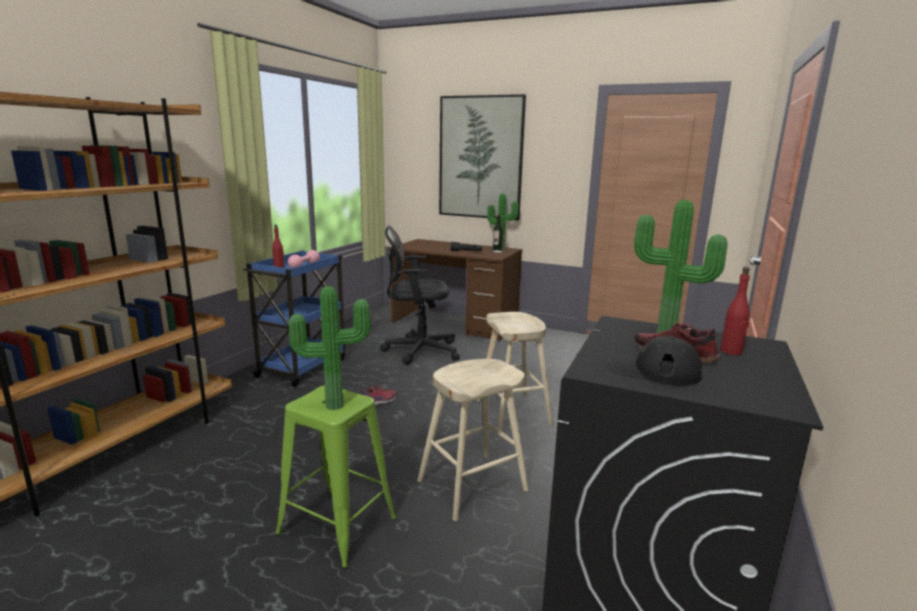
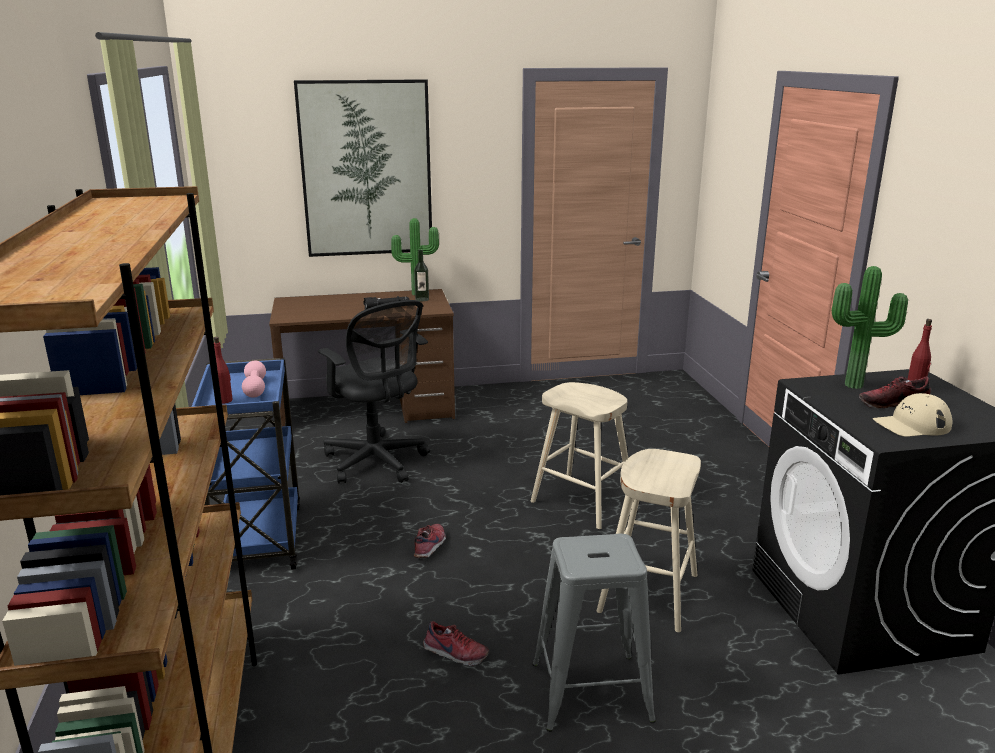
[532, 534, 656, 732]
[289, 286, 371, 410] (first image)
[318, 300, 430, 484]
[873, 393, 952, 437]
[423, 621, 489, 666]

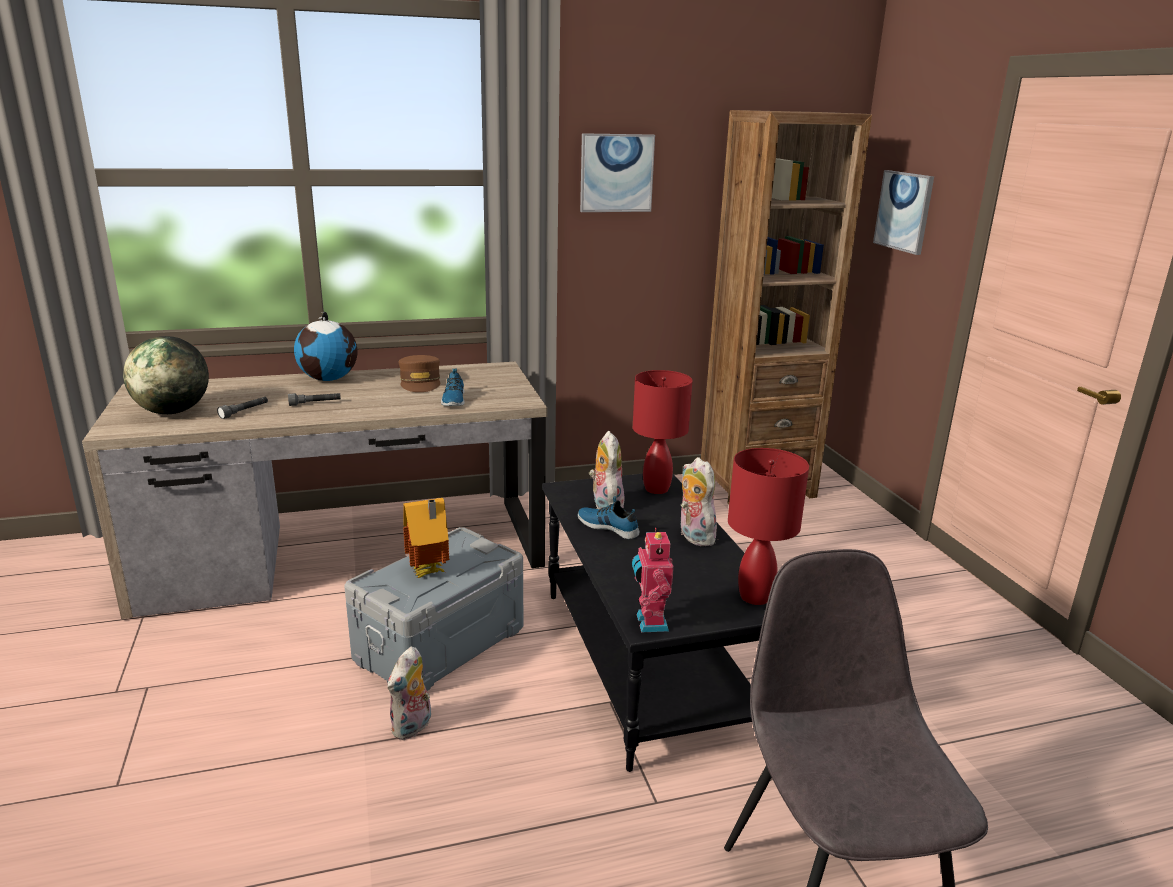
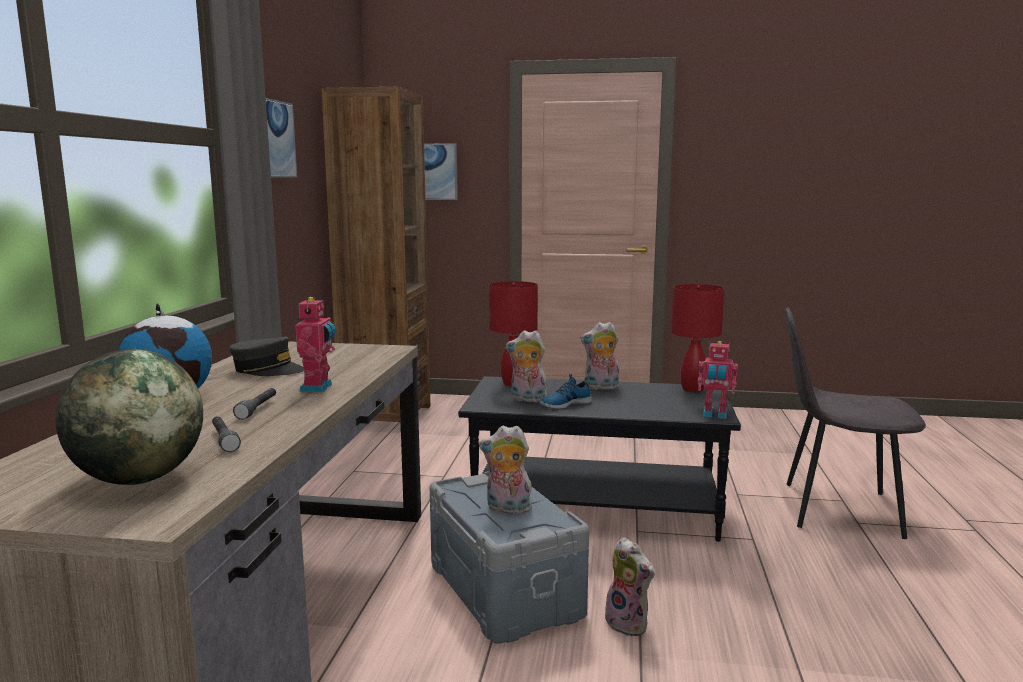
[229, 337, 304, 376]
[479, 425, 536, 514]
[441, 368, 465, 406] (first image)
[295, 297, 336, 392]

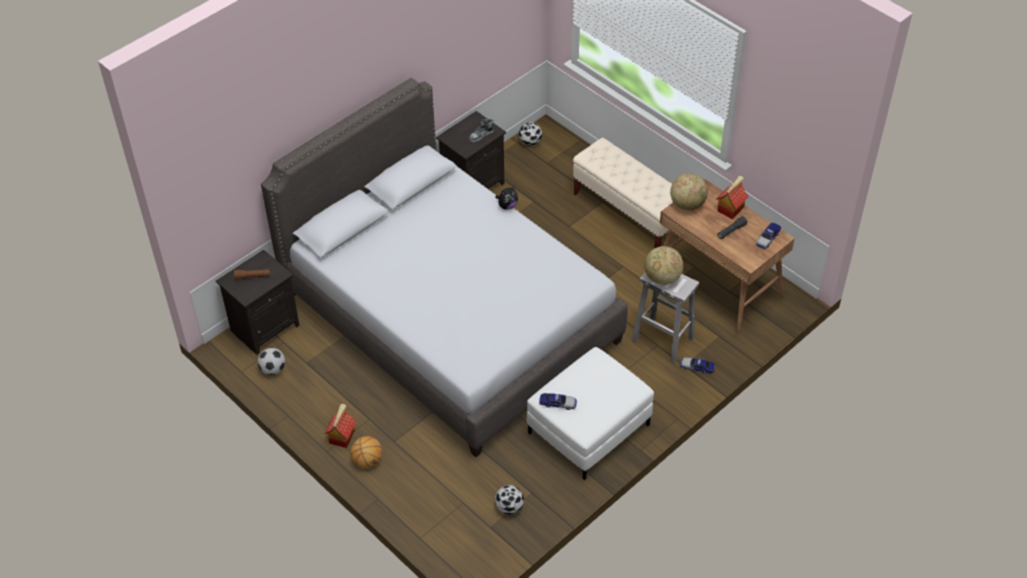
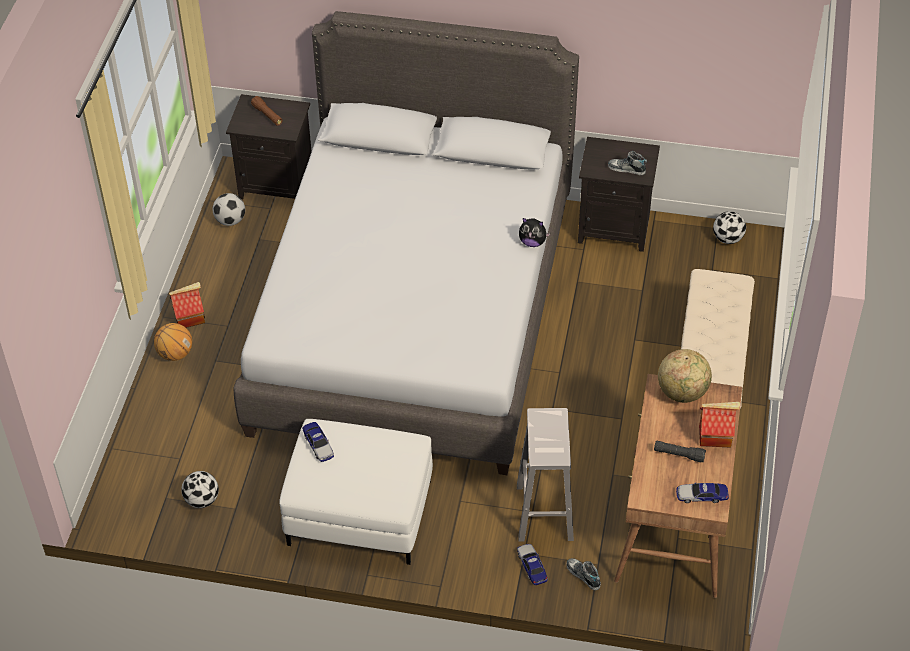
[644, 246, 683, 285] (first image)
[566, 558, 601, 590]

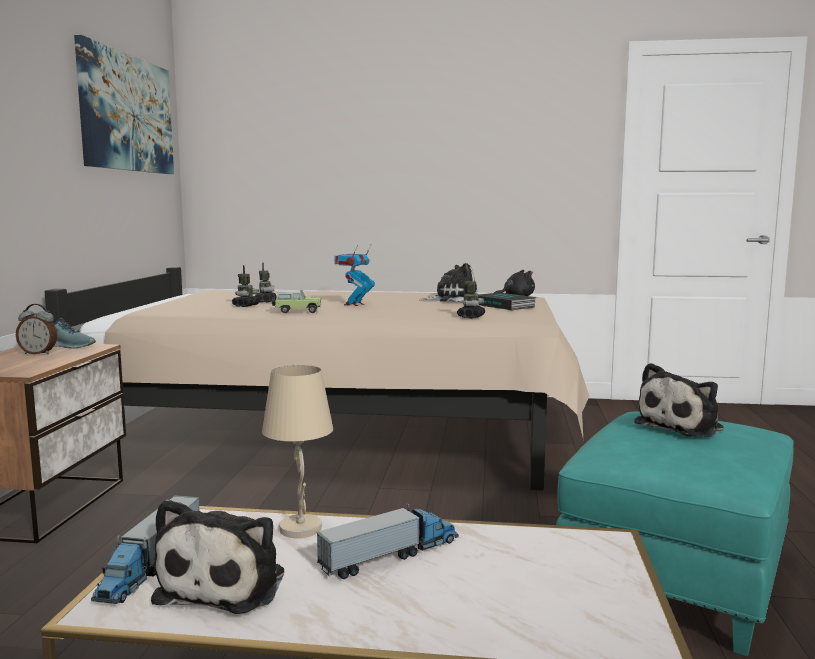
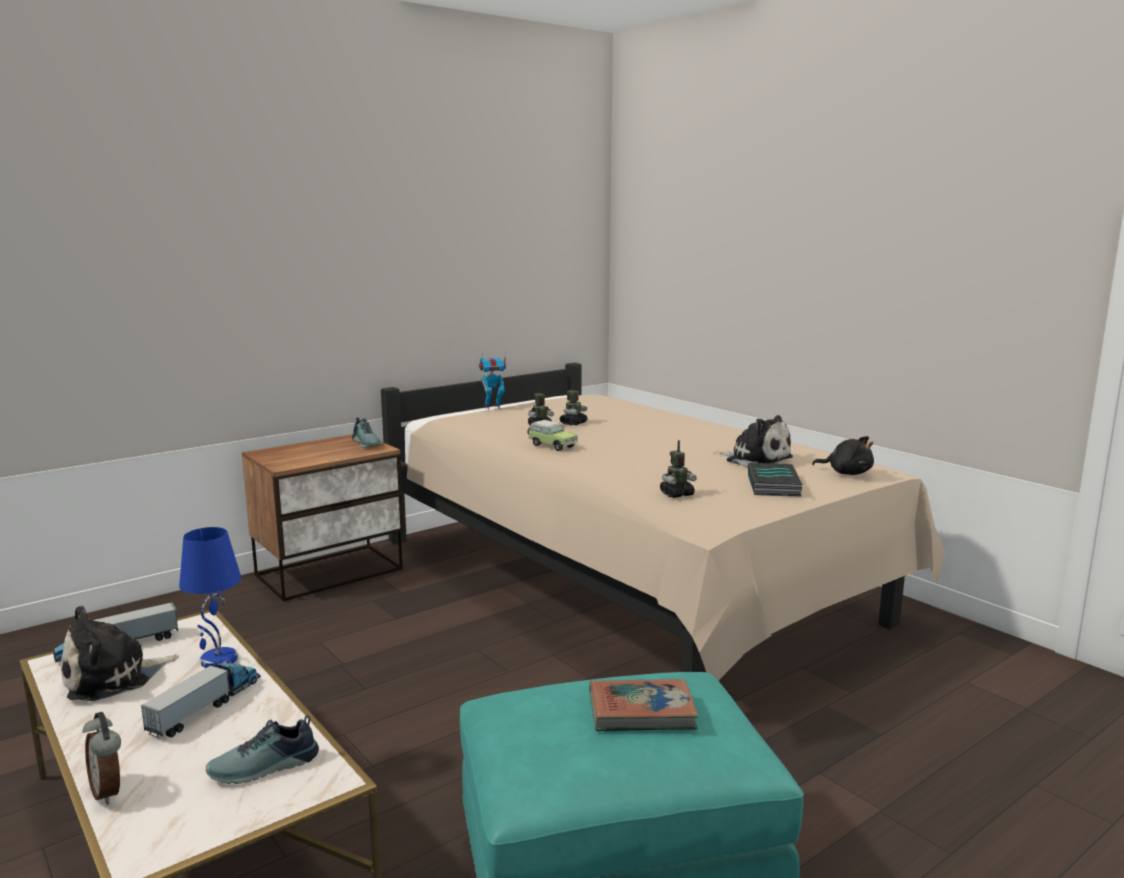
[82, 712, 121, 805]
[74, 35, 174, 174] (first image)
[179, 527, 241, 668]
[140, 661, 261, 738]
[479, 351, 506, 409]
[589, 679, 698, 731]
[206, 715, 319, 784]

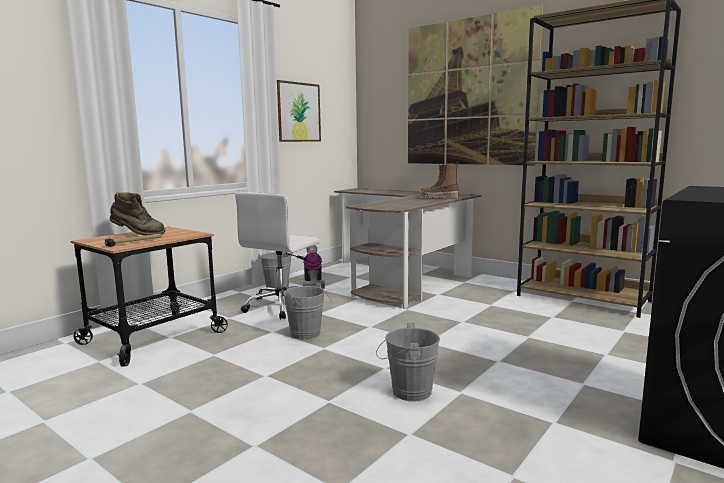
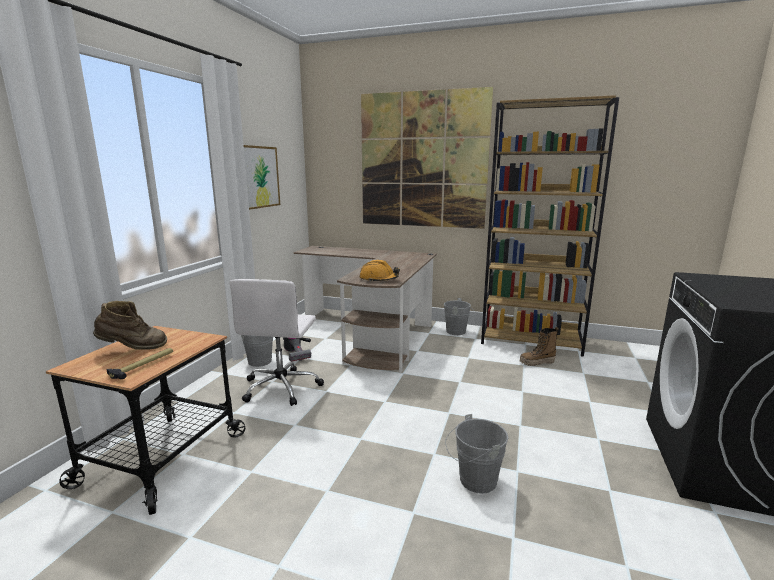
[444, 298, 475, 335]
[520, 327, 559, 366]
[359, 260, 400, 281]

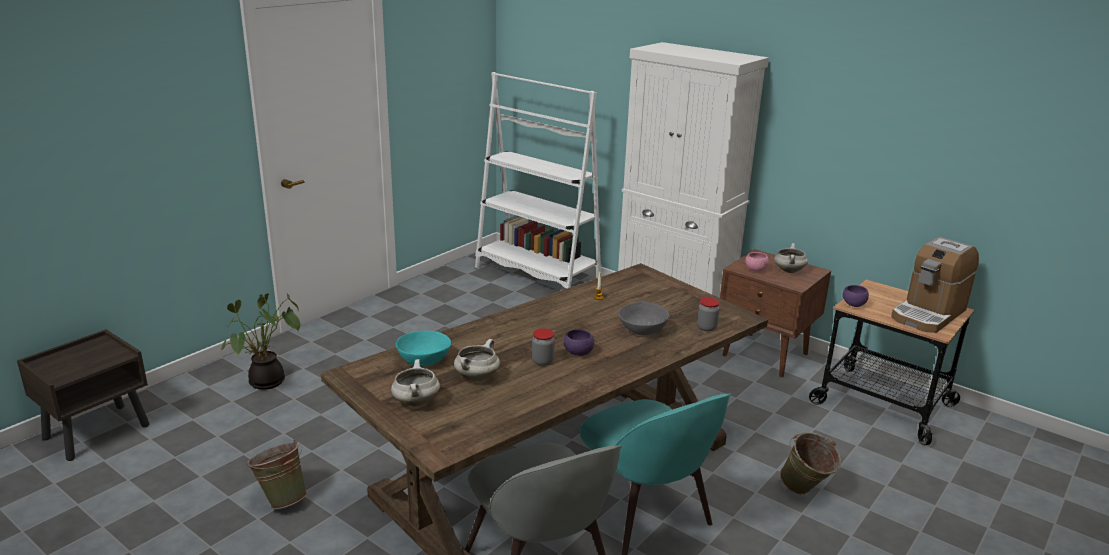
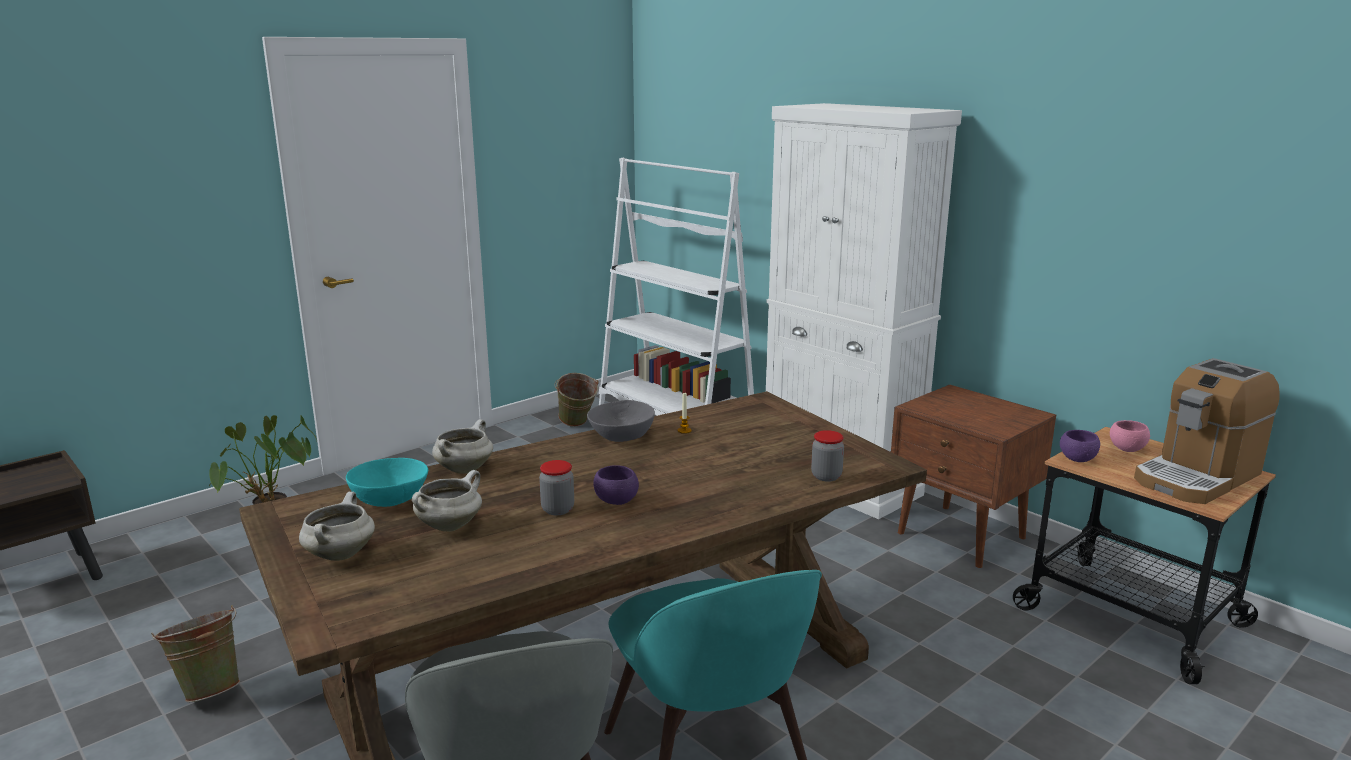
[587, 400, 655, 442]
[1110, 420, 1150, 452]
[432, 419, 493, 474]
[554, 373, 599, 427]

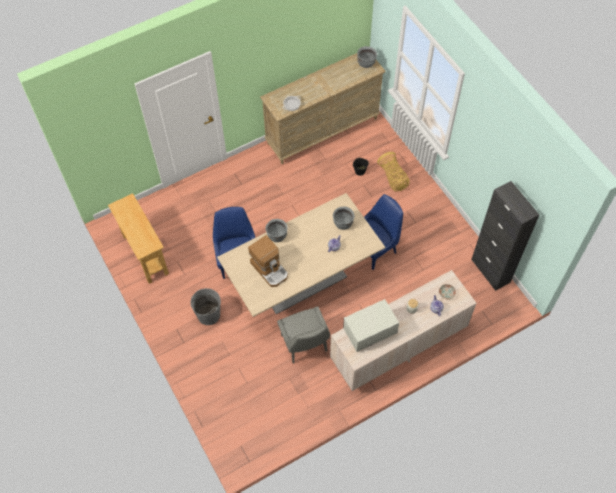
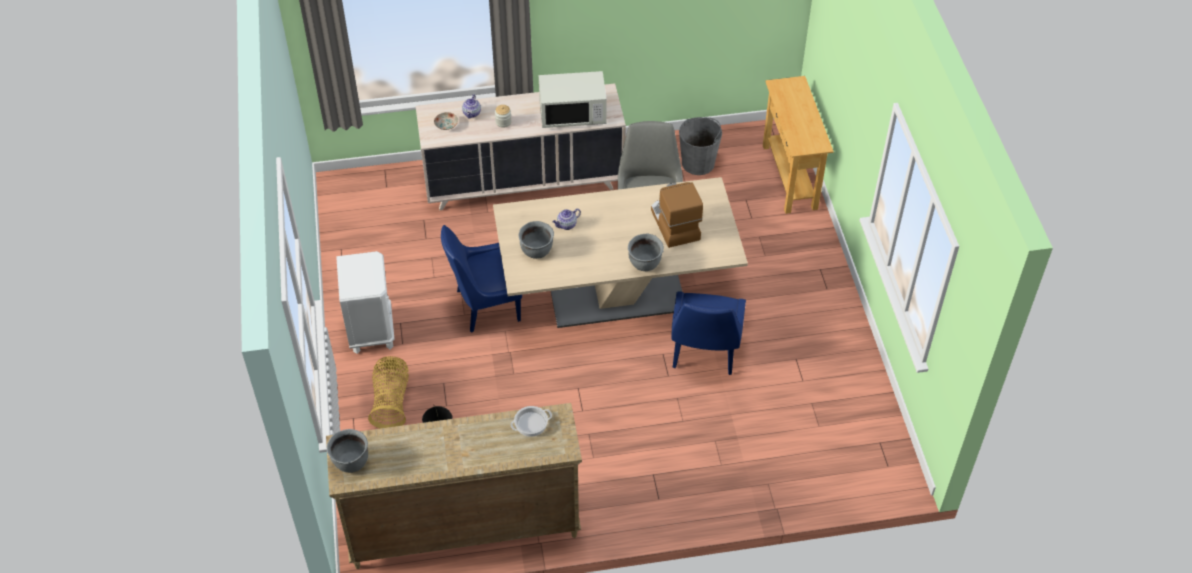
[763, 76, 834, 214]
[679, 117, 722, 175]
[471, 181, 539, 291] (first image)
[336, 251, 394, 354]

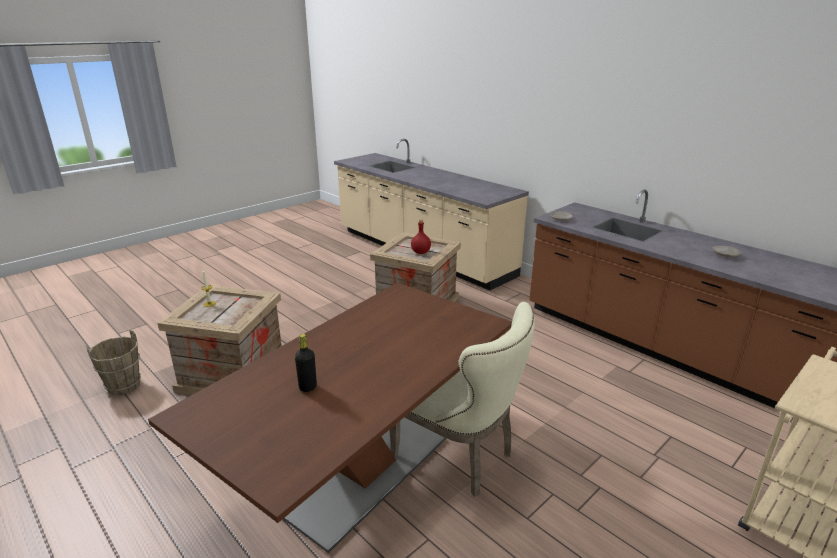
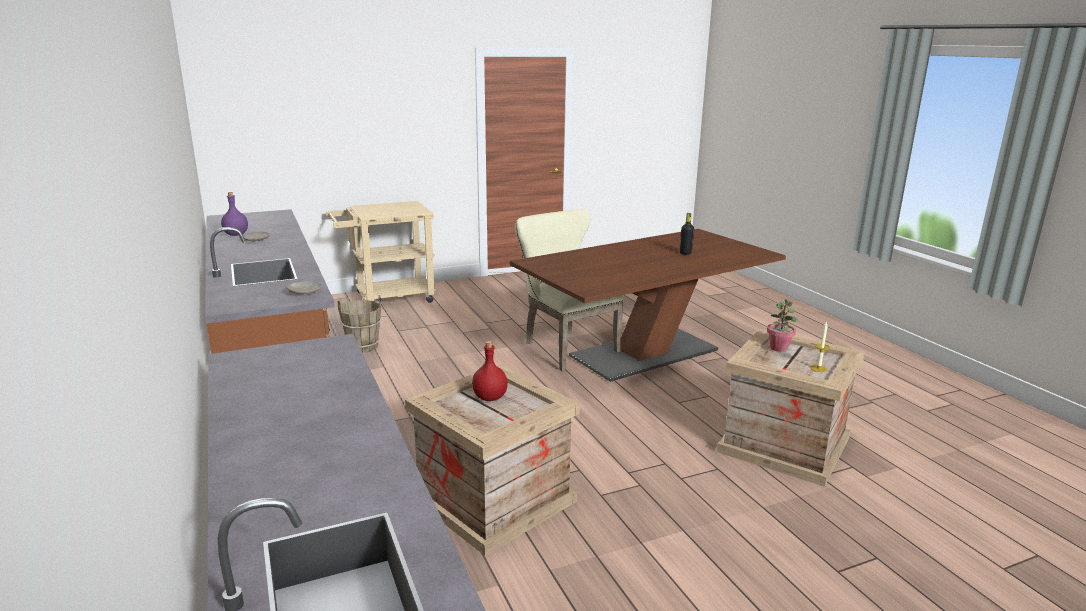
[338, 295, 381, 353]
[221, 192, 248, 236]
[767, 299, 798, 352]

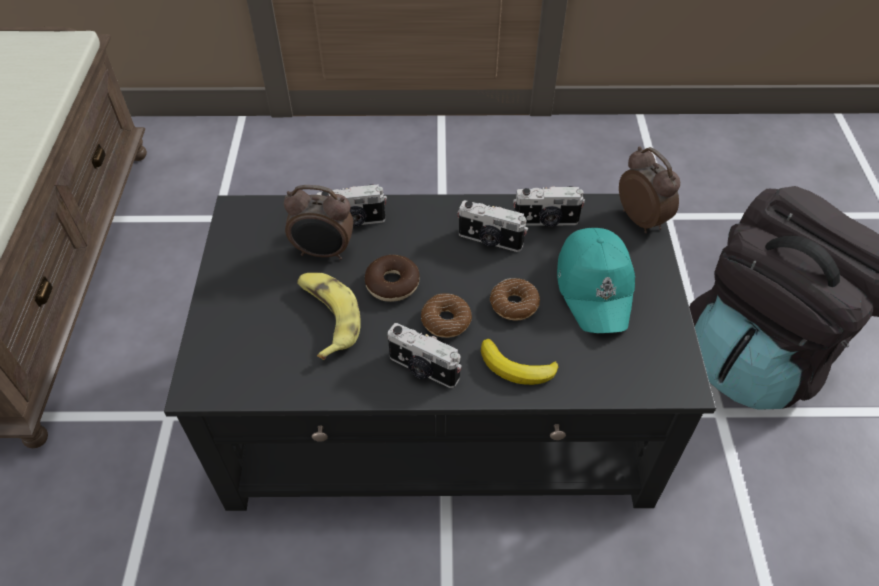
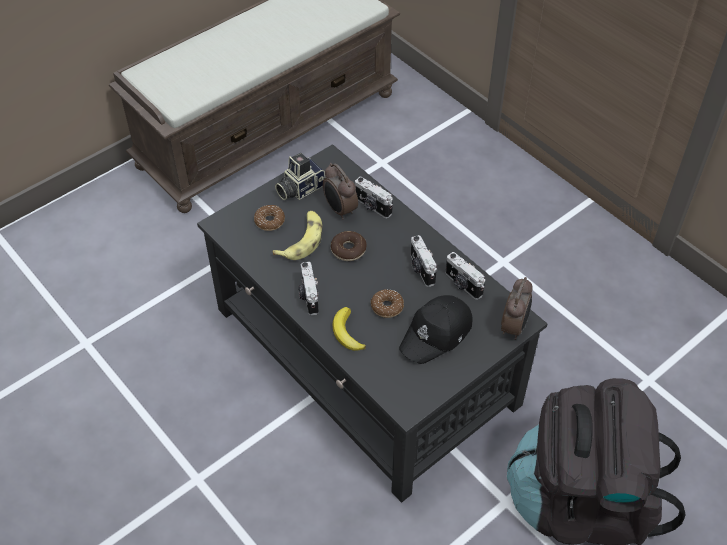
[254, 205, 285, 231]
[399, 295, 472, 364]
[275, 153, 325, 200]

